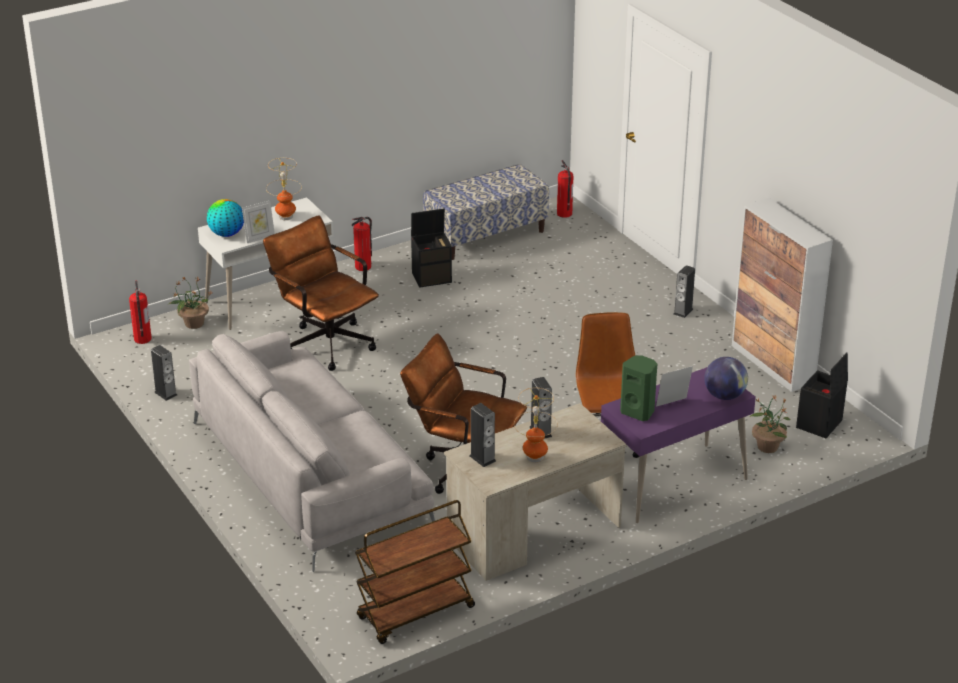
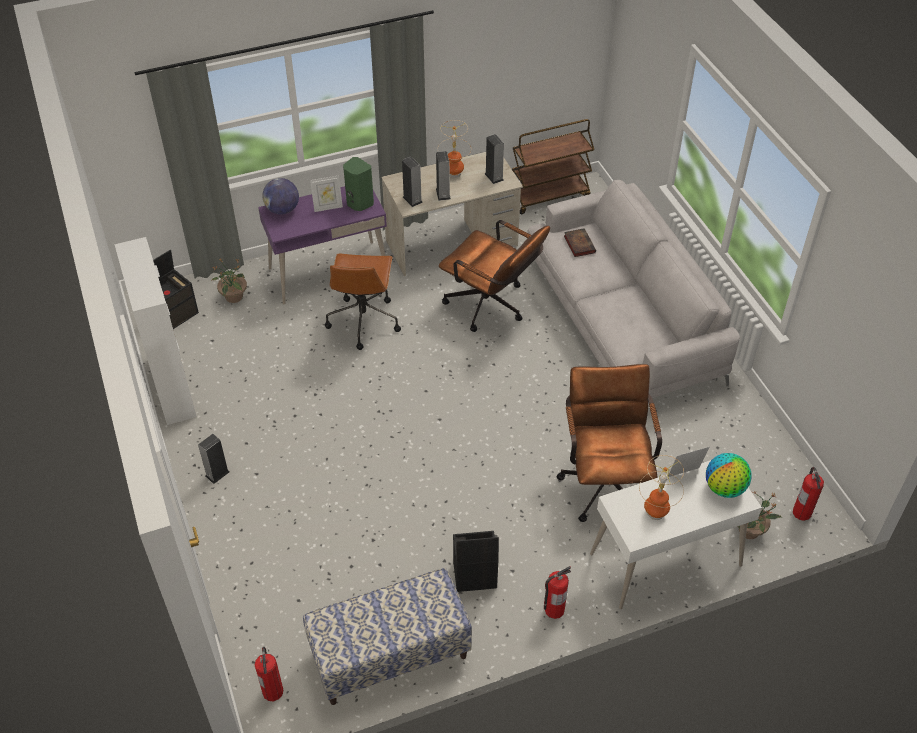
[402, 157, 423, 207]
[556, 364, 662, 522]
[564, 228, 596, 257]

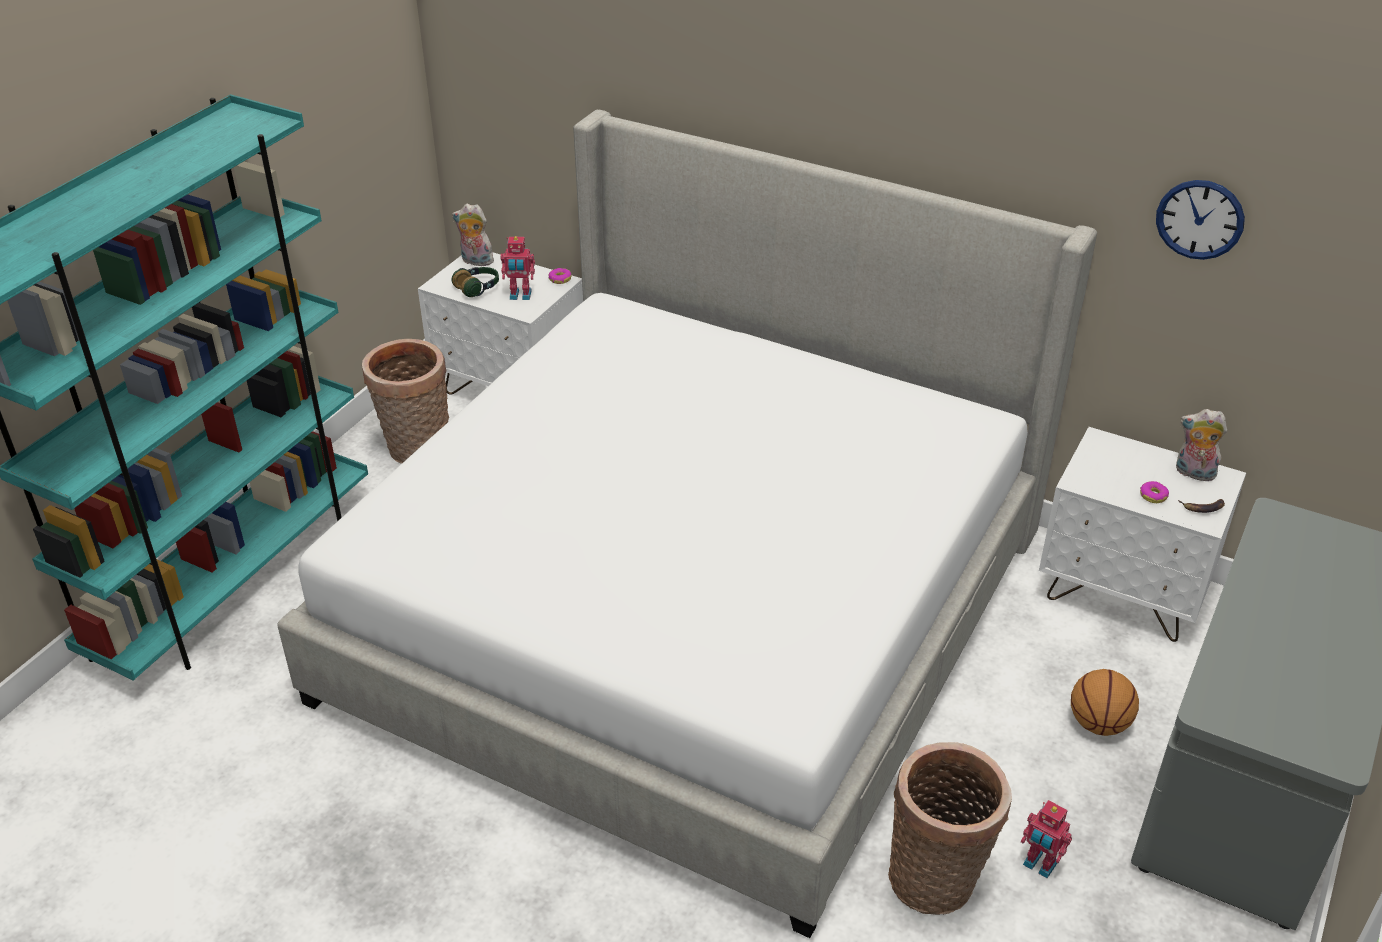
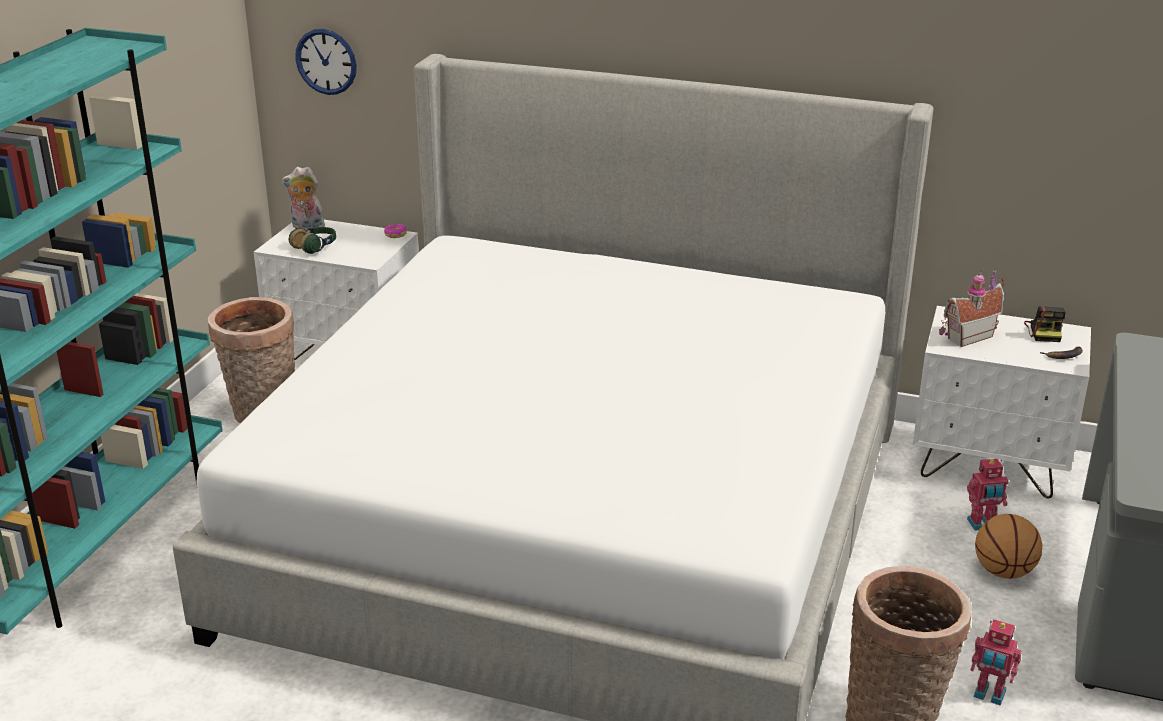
[967, 459, 1008, 531]
[1140, 481, 1169, 503] (first image)
[295, 29, 357, 95]
[1024, 306, 1066, 342]
[939, 269, 1005, 347]

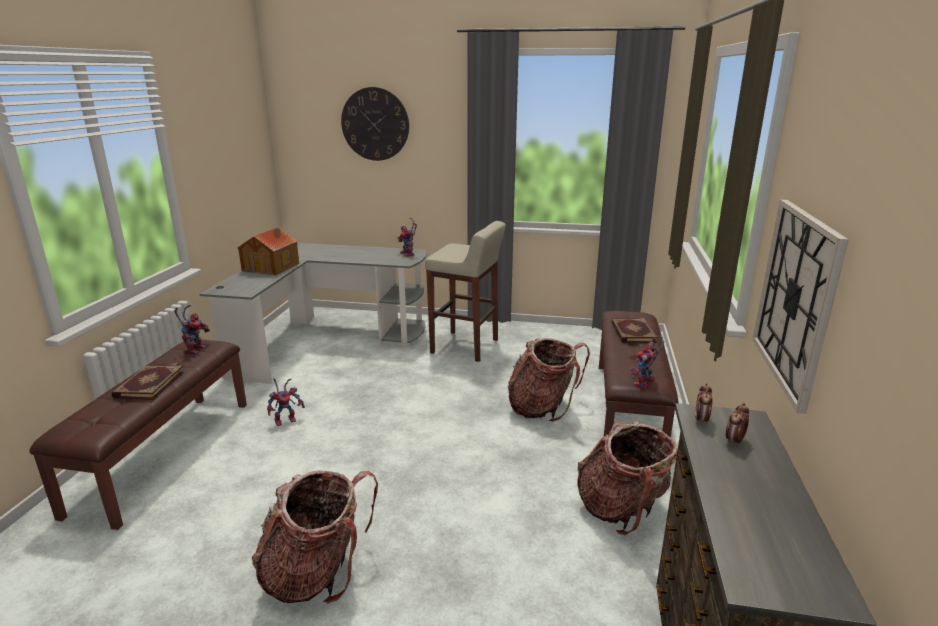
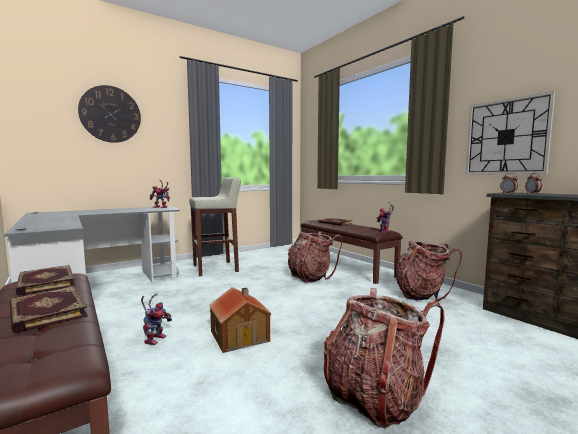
[16, 265, 75, 296]
[209, 287, 272, 353]

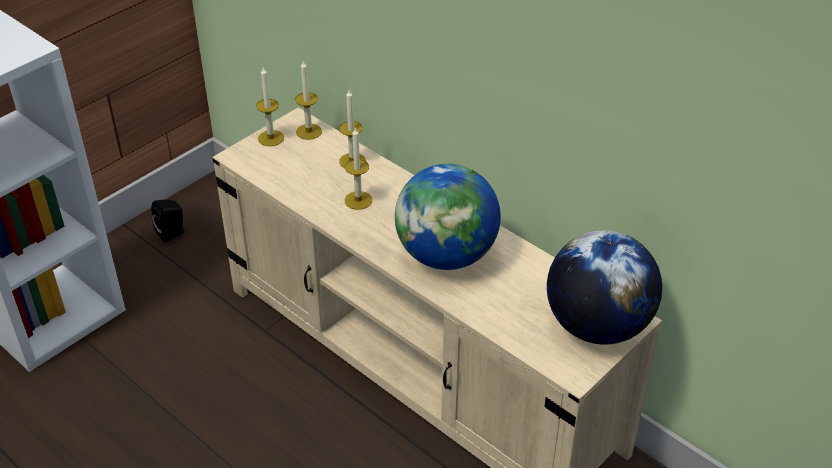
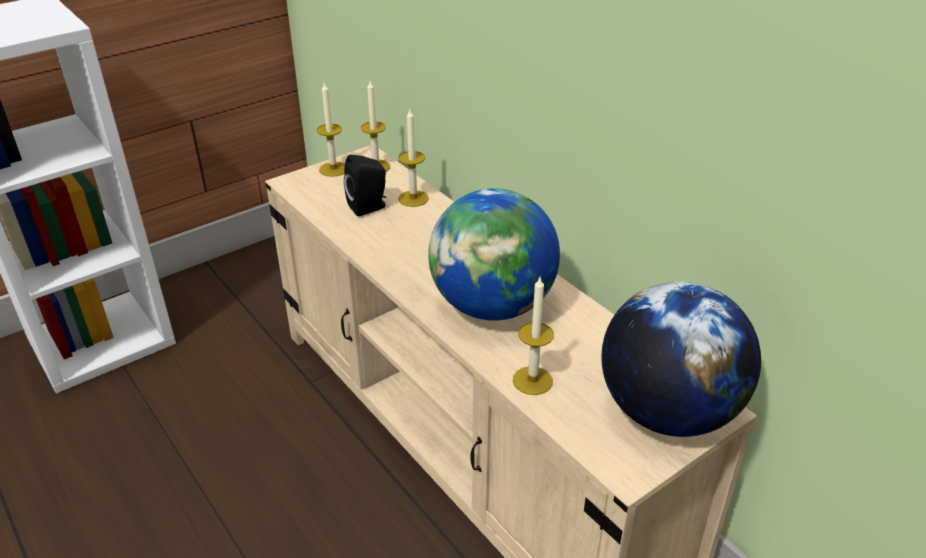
[344, 155, 386, 216]
[513, 277, 554, 395]

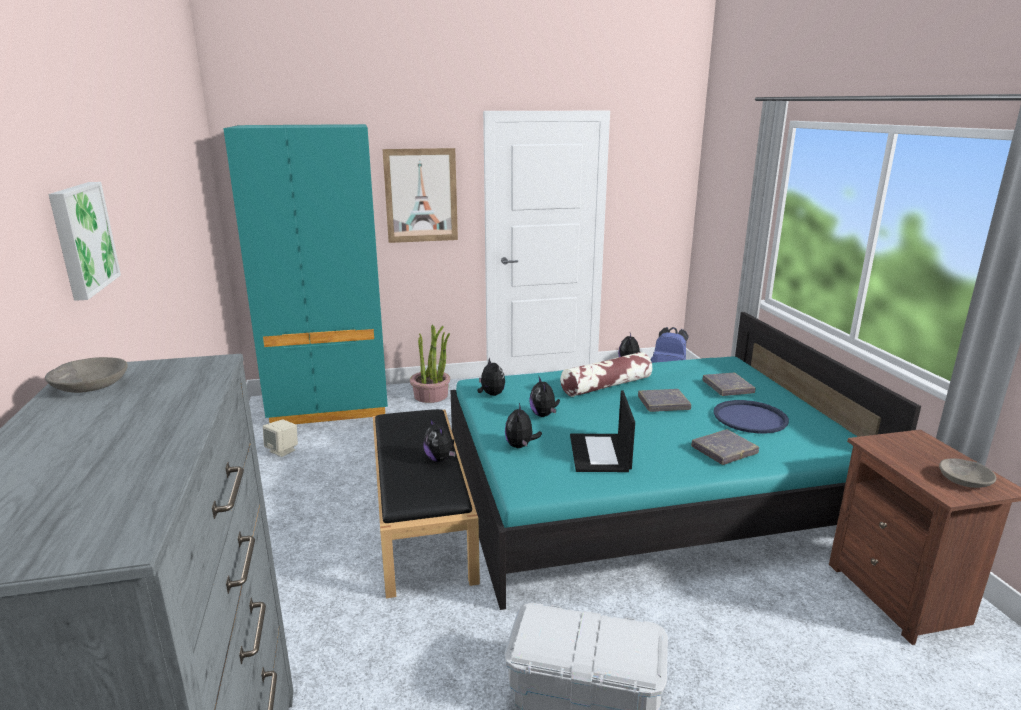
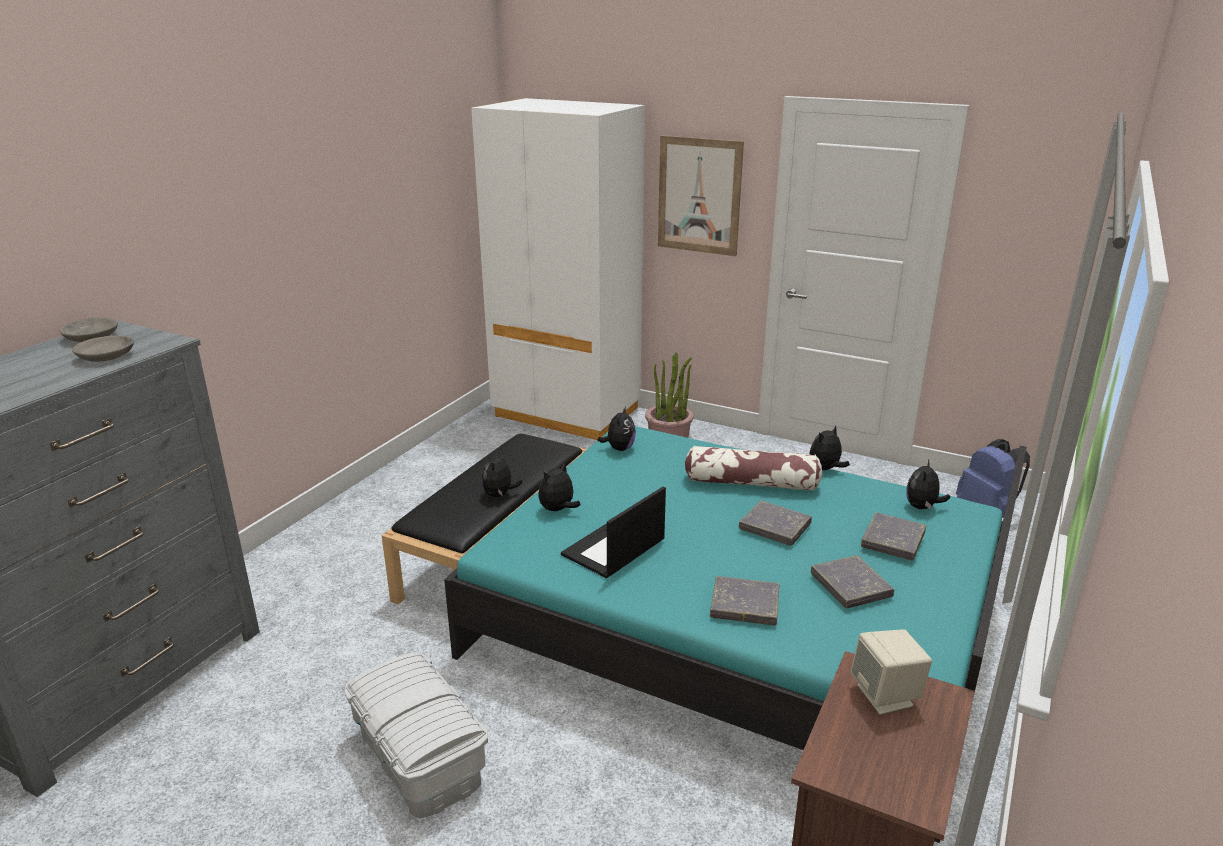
[48, 182, 121, 301] (first image)
[471, 98, 645, 440]
[851, 629, 932, 715]
[906, 459, 950, 509]
[811, 555, 894, 609]
[72, 335, 134, 362]

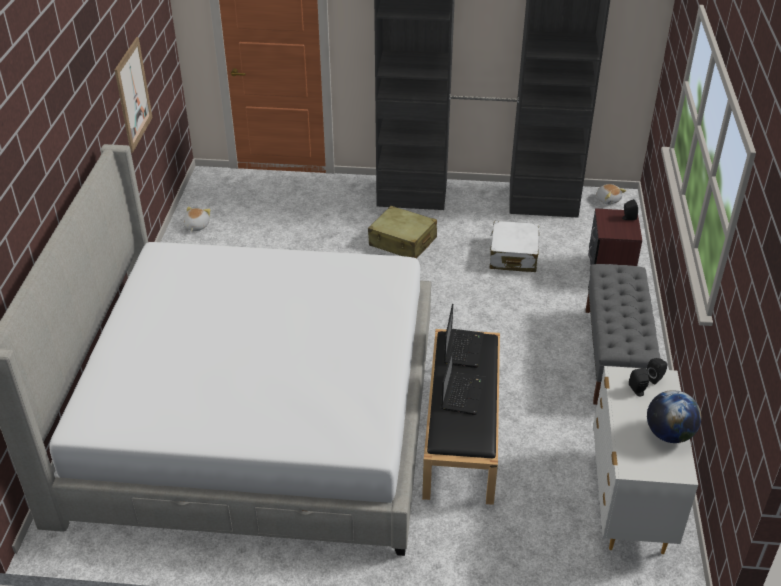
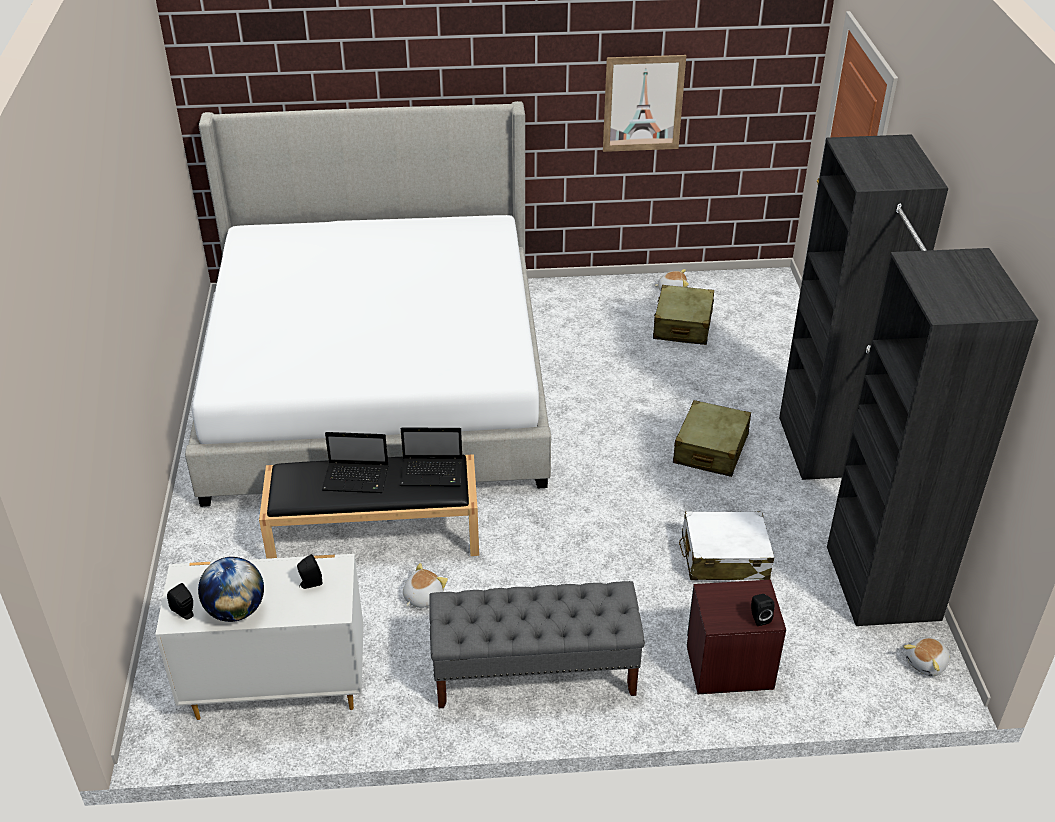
[167, 583, 194, 620]
[403, 563, 448, 608]
[653, 285, 714, 345]

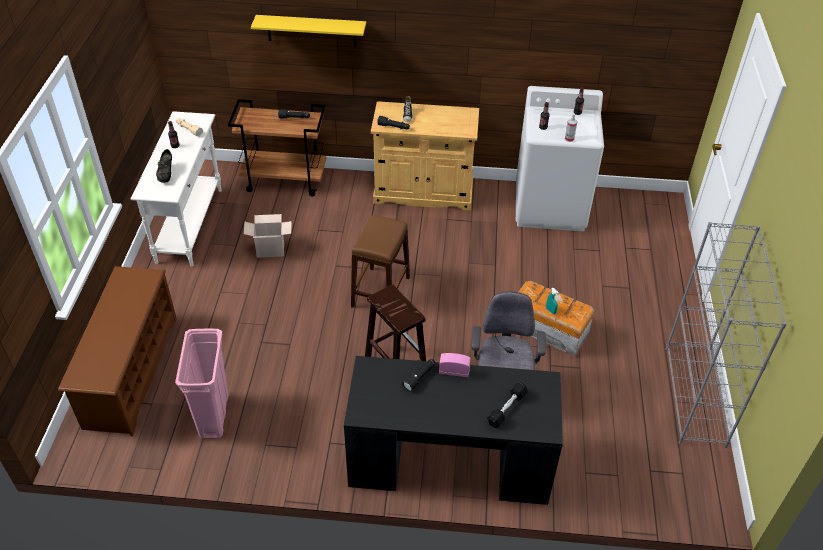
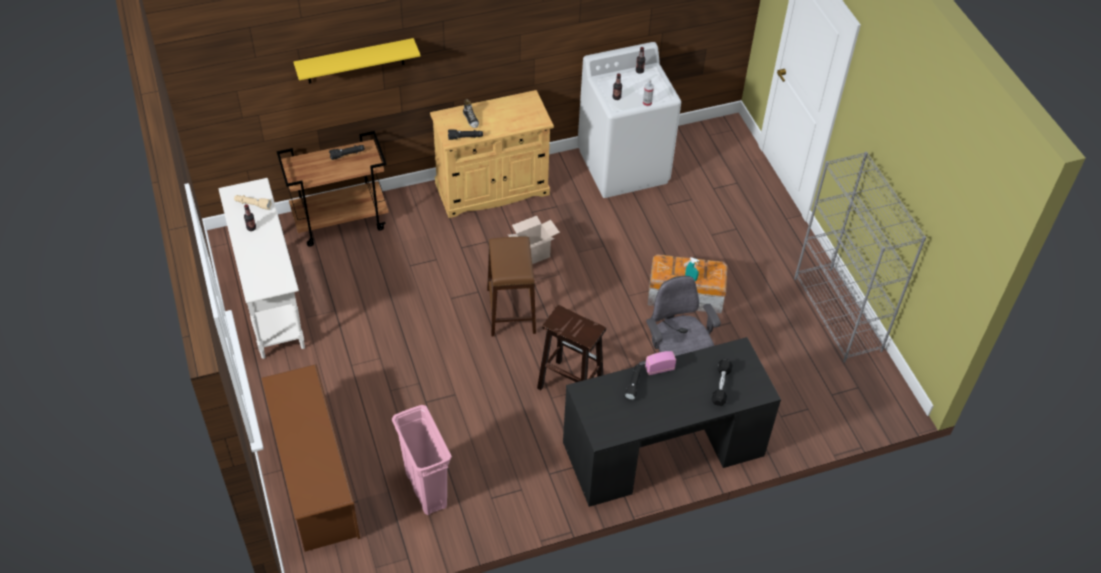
[156, 149, 172, 183] (first image)
[508, 216, 560, 264]

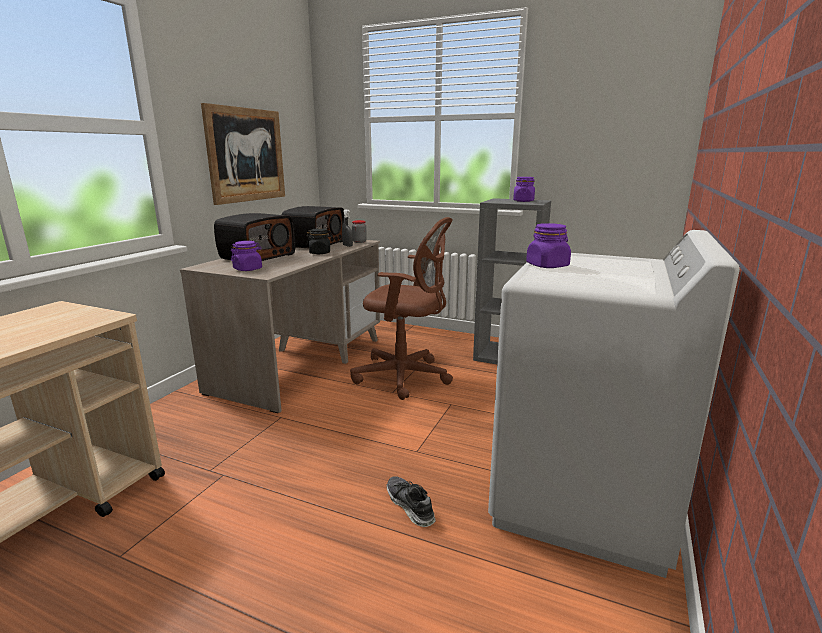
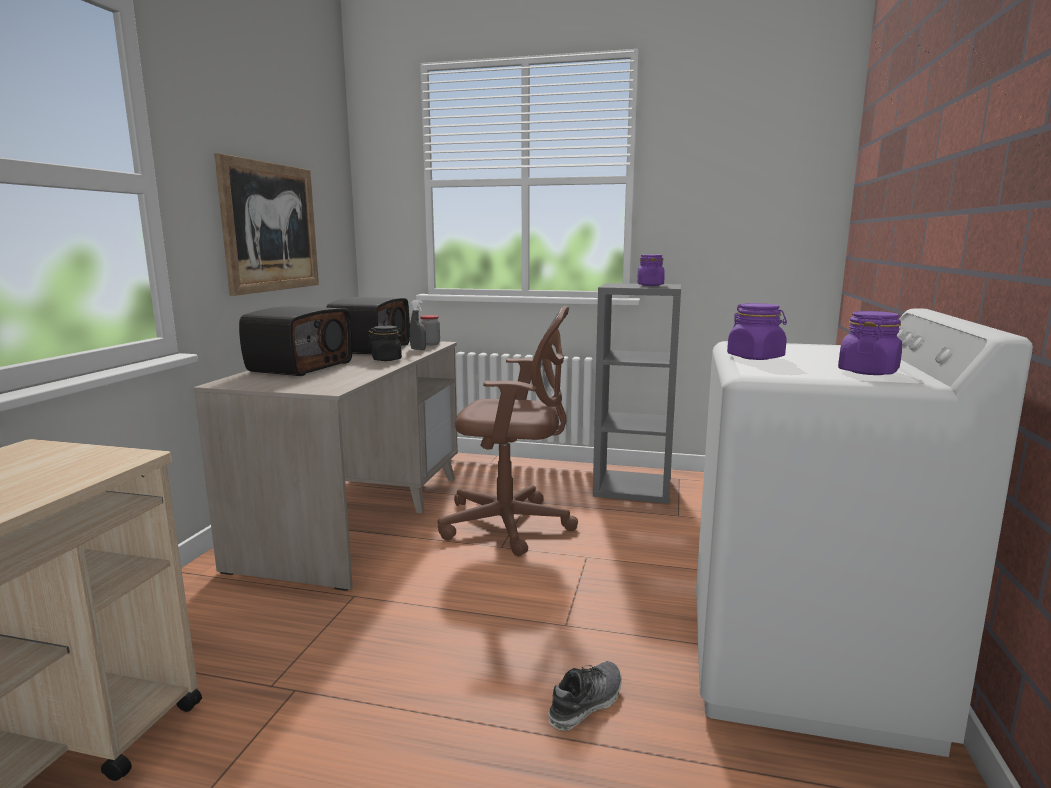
[838, 311, 902, 375]
[548, 661, 622, 731]

